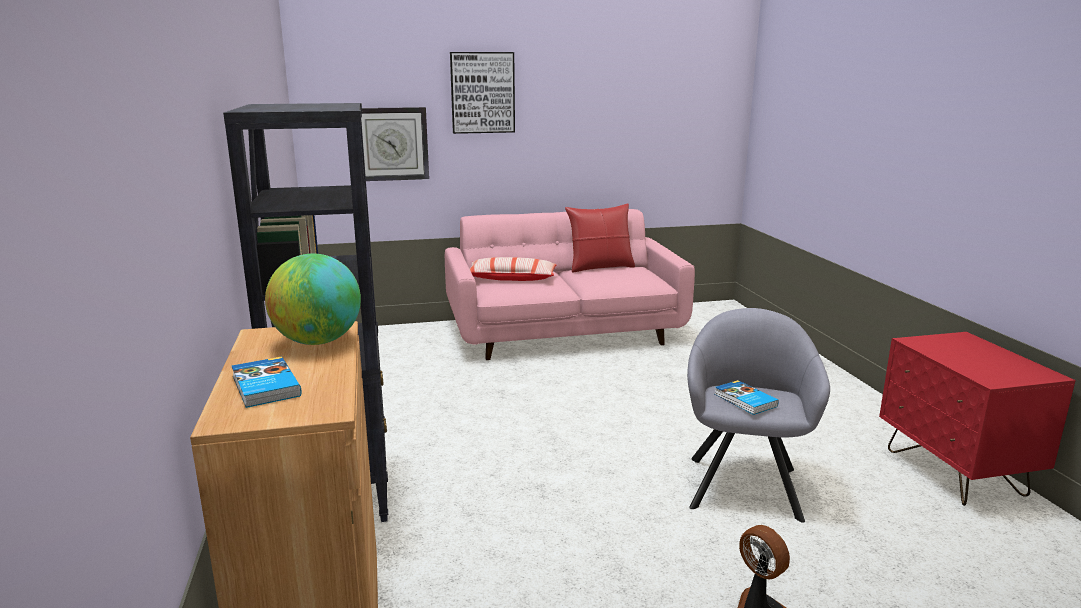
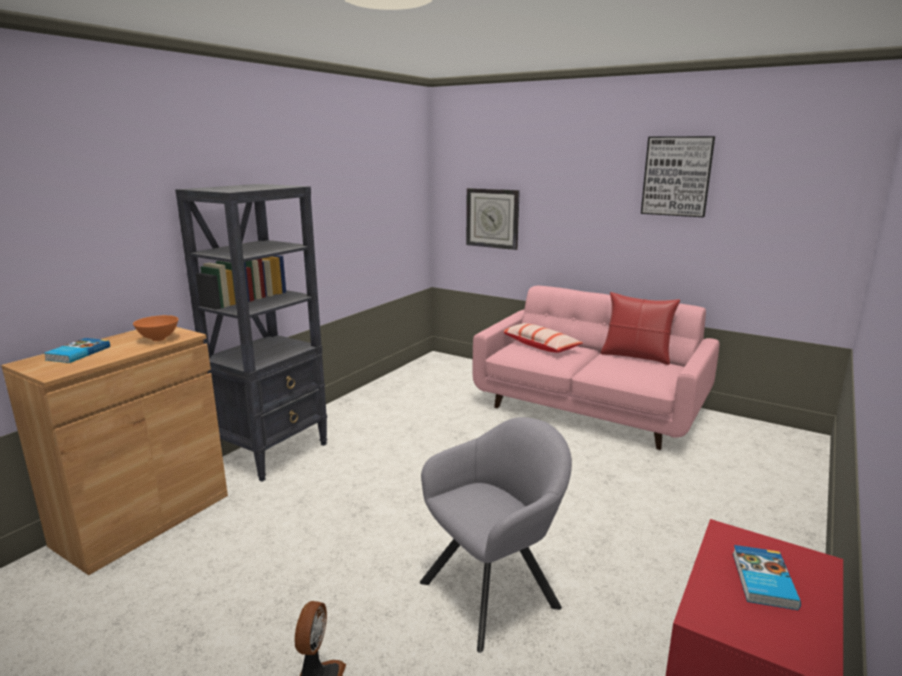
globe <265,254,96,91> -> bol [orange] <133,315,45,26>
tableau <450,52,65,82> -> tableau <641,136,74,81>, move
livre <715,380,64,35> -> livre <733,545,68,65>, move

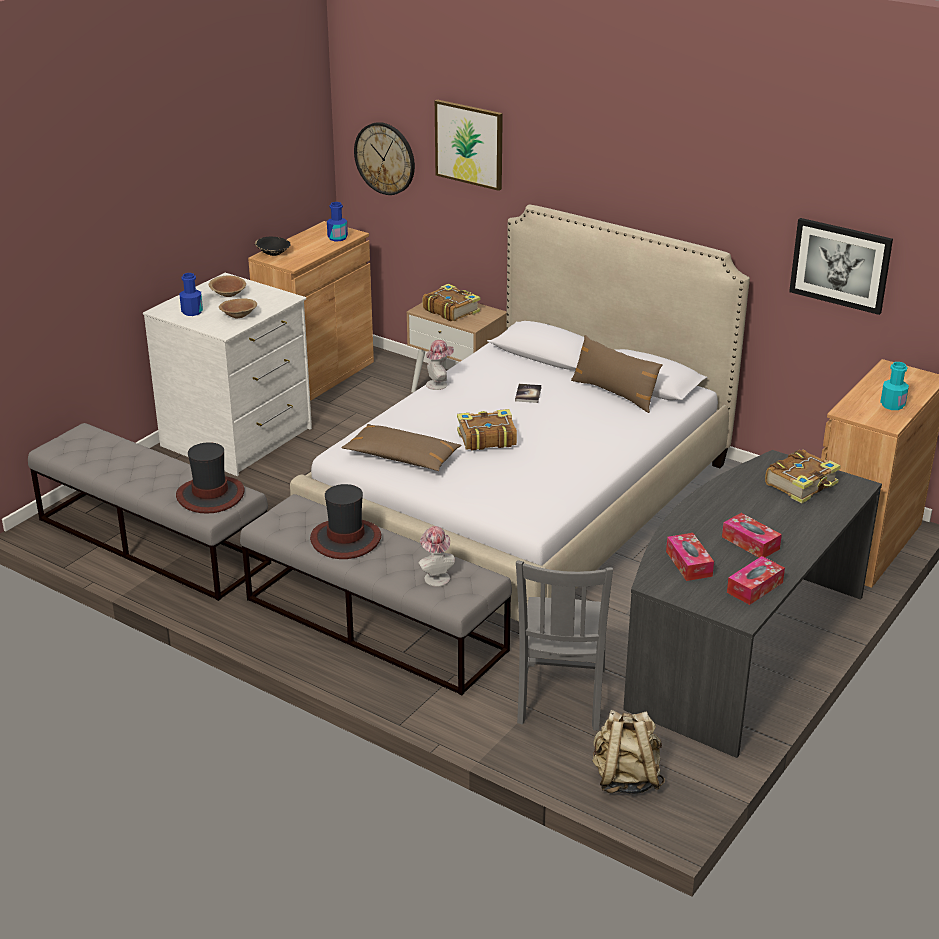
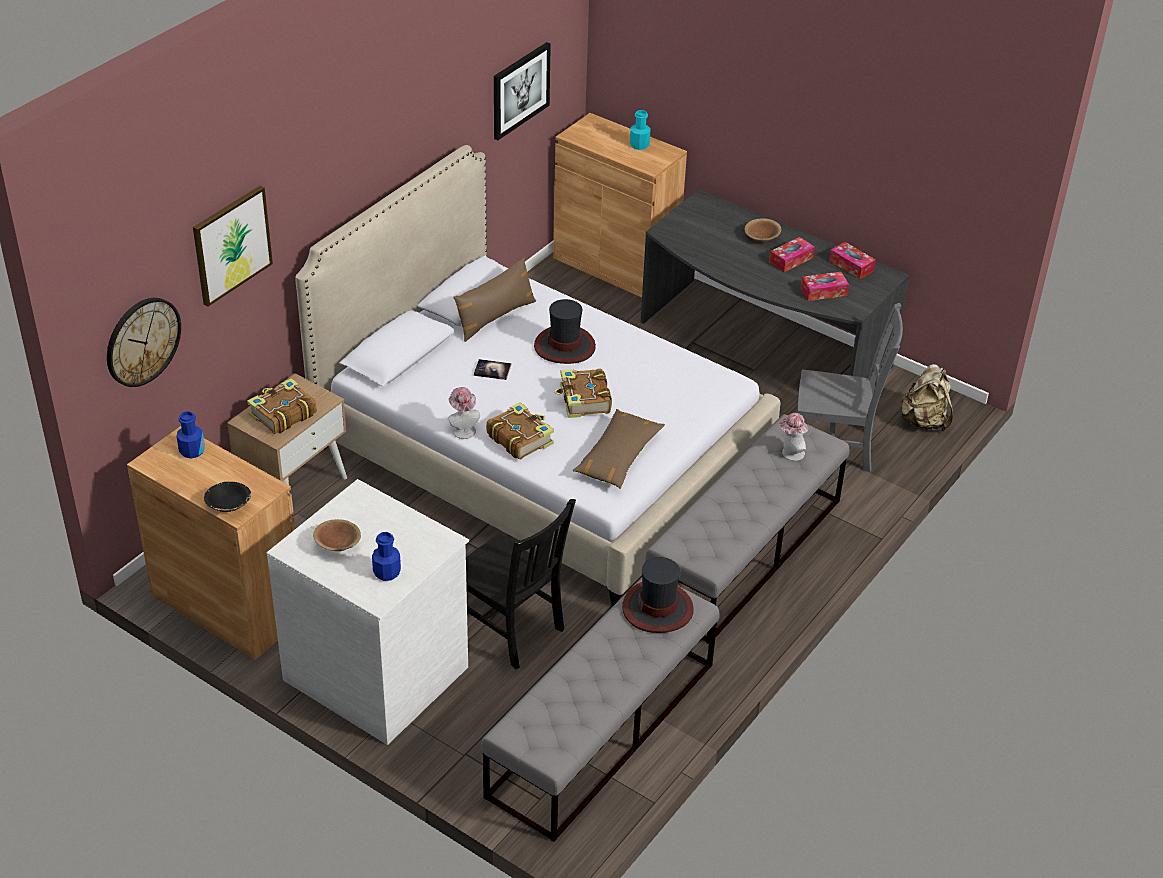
bol [marron] <219,298,38,20> -> bol [marron] <745,218,36,24>, move
chapeau <310,484,71,75> -> chapeau <534,299,62,65>, move
livre <765,450,76,53> -> livre <486,402,68,58>, move
none -> chaise [noir] <466,499,110,171>

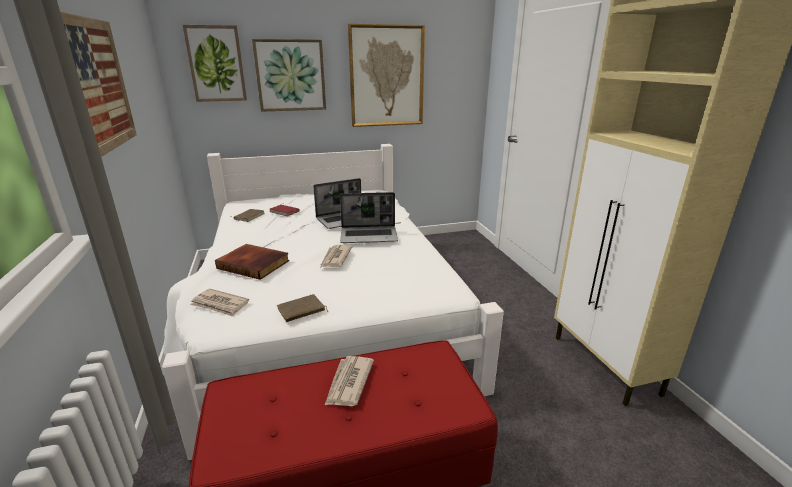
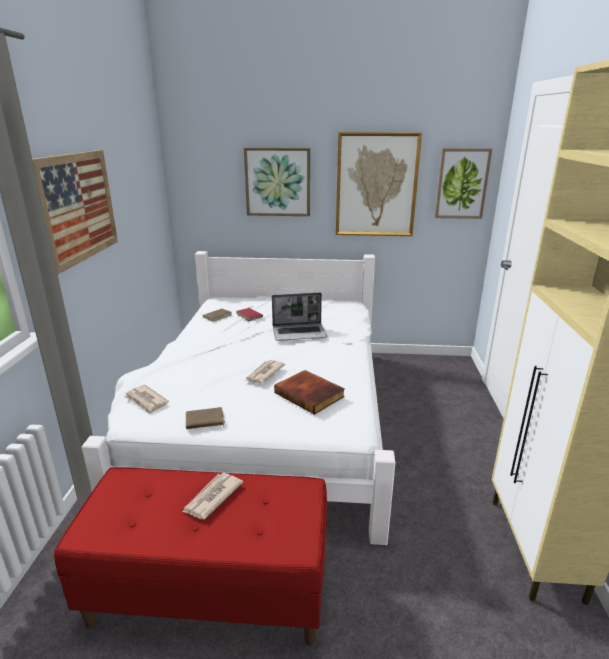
tableau <183,25,64,77> -> tableau <435,148,57,71>, move
livre <215,244,74,36> -> livre <274,370,71,45>, move
ordinateur portable <340,192,58,51> -> none

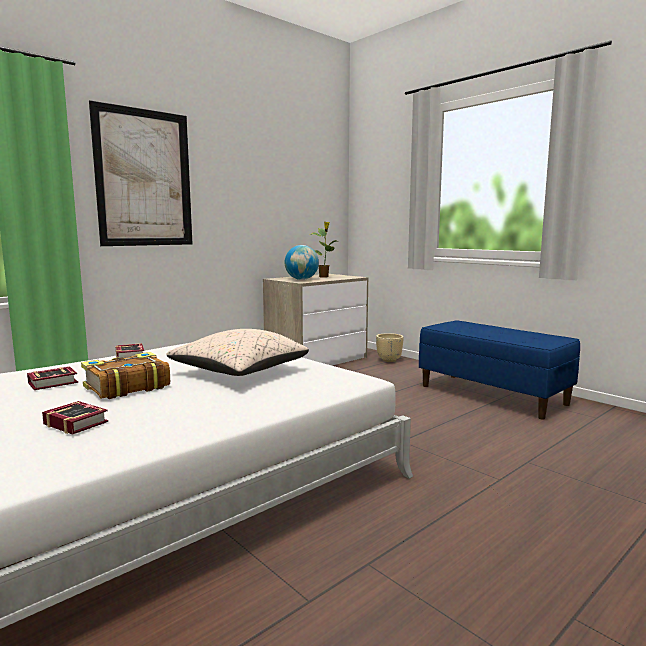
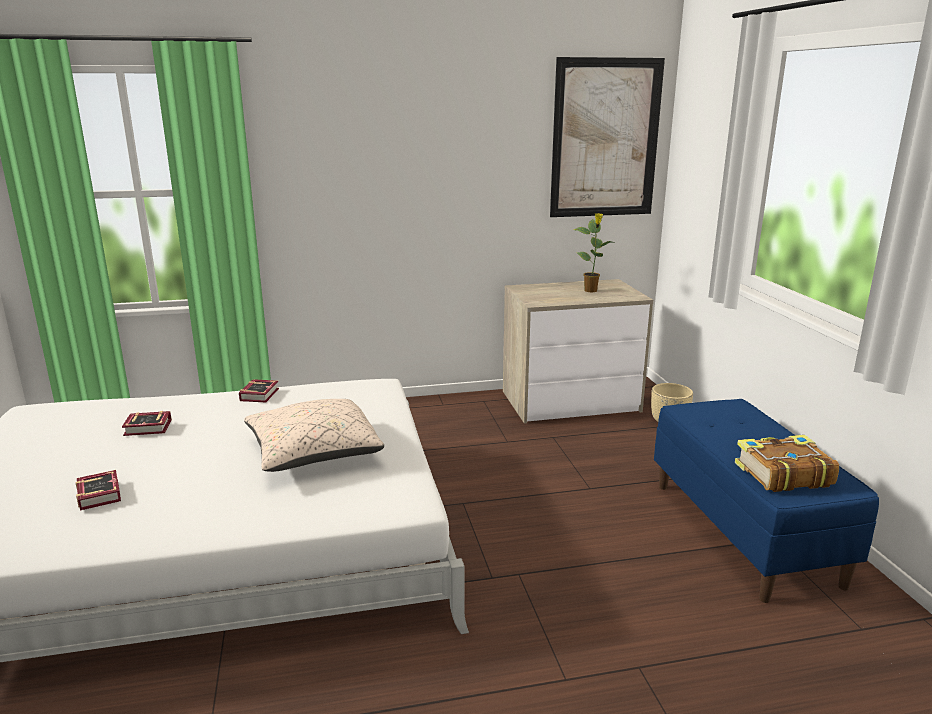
livre <81,352,89,47> -> livre <735,435,104,57>, move
tableau <89,100,104,146> -> tableau <550,57,115,160>, move
globe <284,245,35,35> -> none

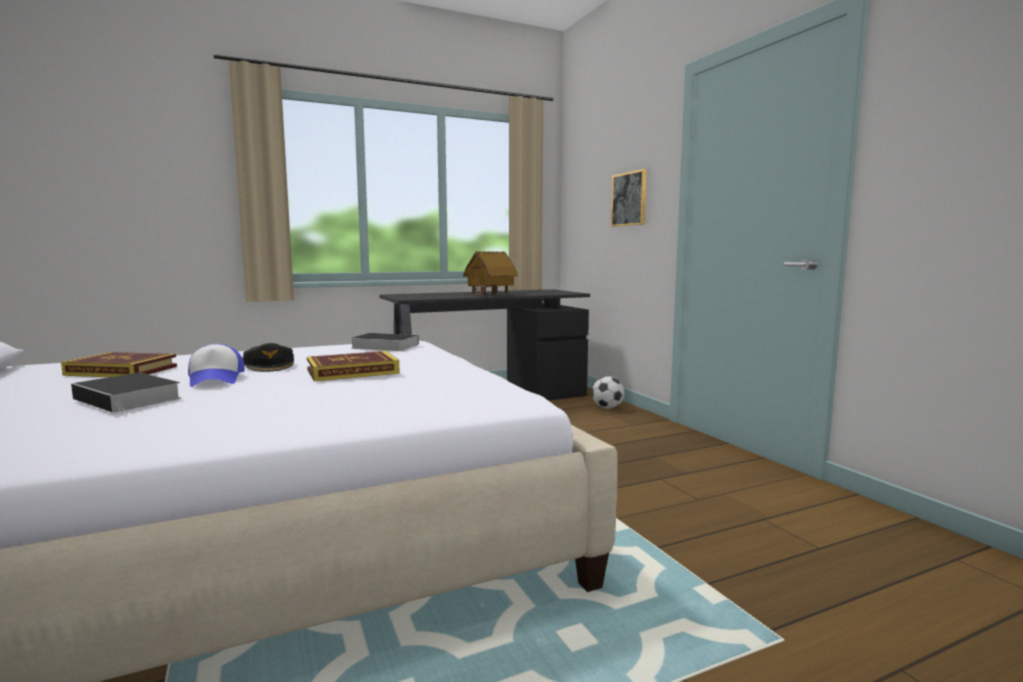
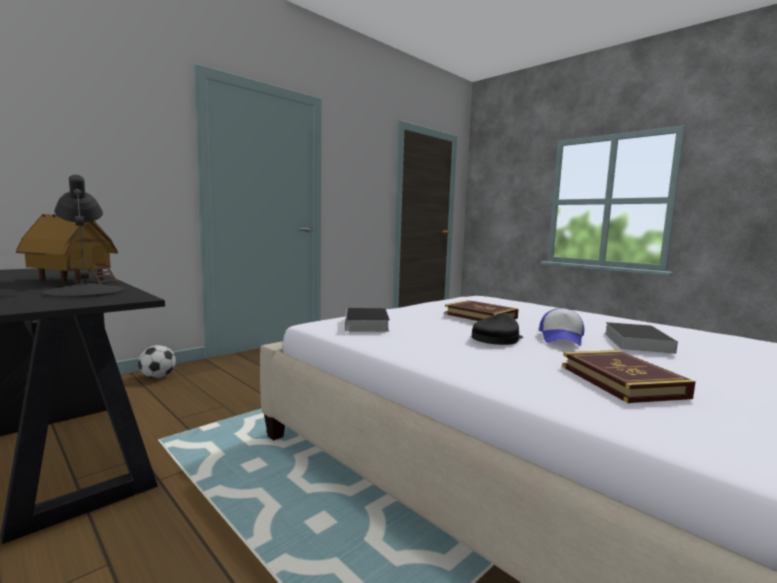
casquette <188,344,56,43> -> casquette <539,308,45,38>, 150 degrees clockwise
tableau <611,169,36,58> -> none
none -> lampe de table [noir] <43,175,82,123>

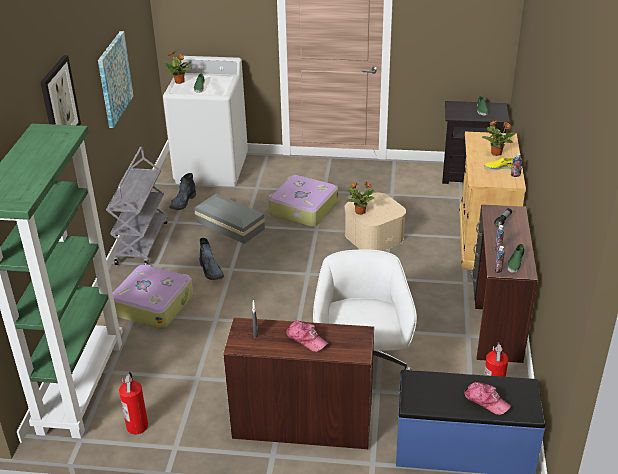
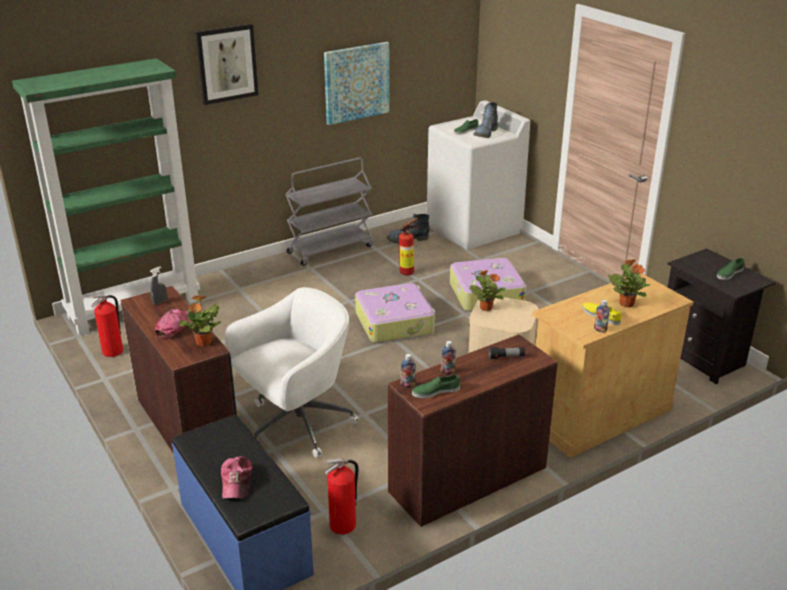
valise <113,264,80,65> -> valise <355,283,80,60>, move
plante en pot <164,51,28,33> -> plante en pot <179,295,42,51>, move
boîte de rangement [gris] <195,194,70,50> -> extincteur <399,218,21,58>
botte <199,238,25,42> -> botte <473,102,25,36>, move
casquette <286,321,43,31> -> casquette <155,309,38,30>, 150 degrees counterclockwise

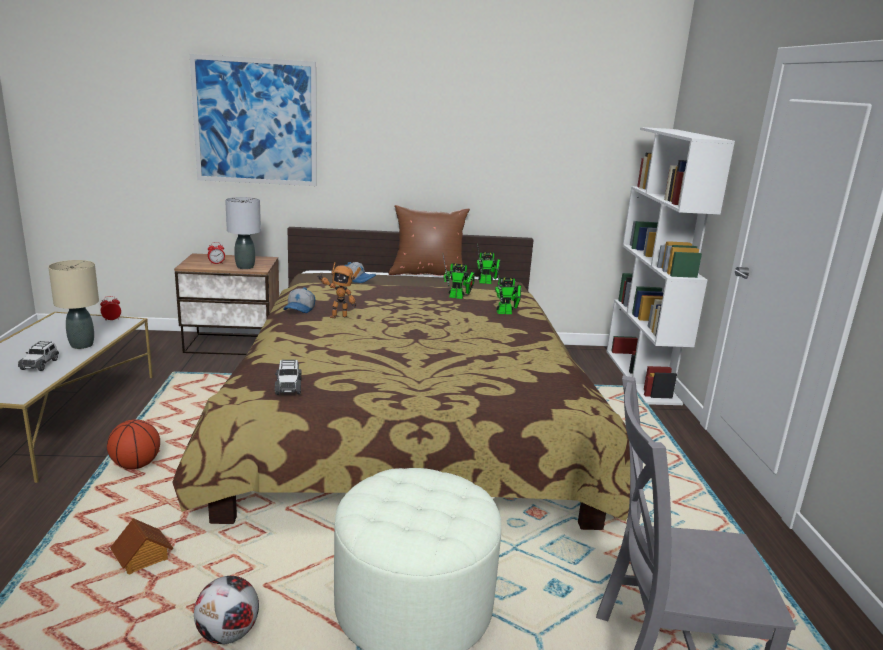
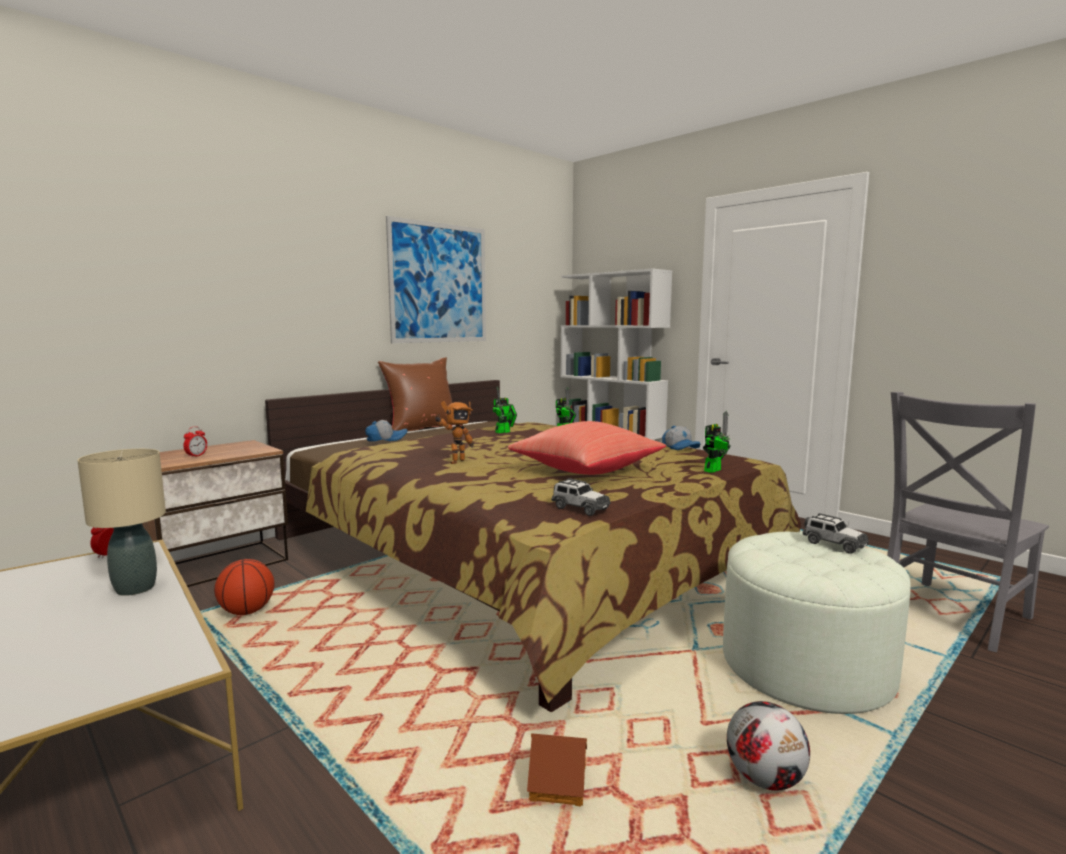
petite voiture <18,341,41,30> -> petite voiture <803,513,66,41>, move
ballon de basket <107,419,53,50> -> ballon de basket <214,559,60,56>, move
tableau <190,54,127,132> -> tableau <386,216,100,127>, move
lampe de table [gris] <225,197,36,72> -> none
casquette <283,287,32,26> -> casquette <662,426,39,24>, move
robot jouet <477,243,23,41> -> robot jouet <703,411,28,62>, move
none -> coussin [rouge] <508,421,158,54>

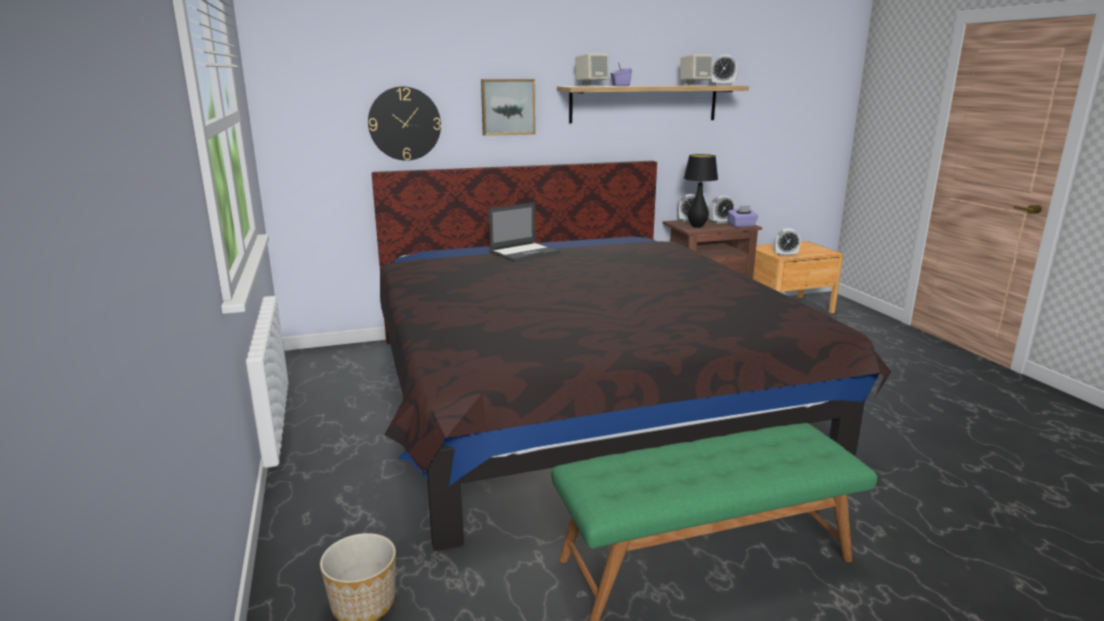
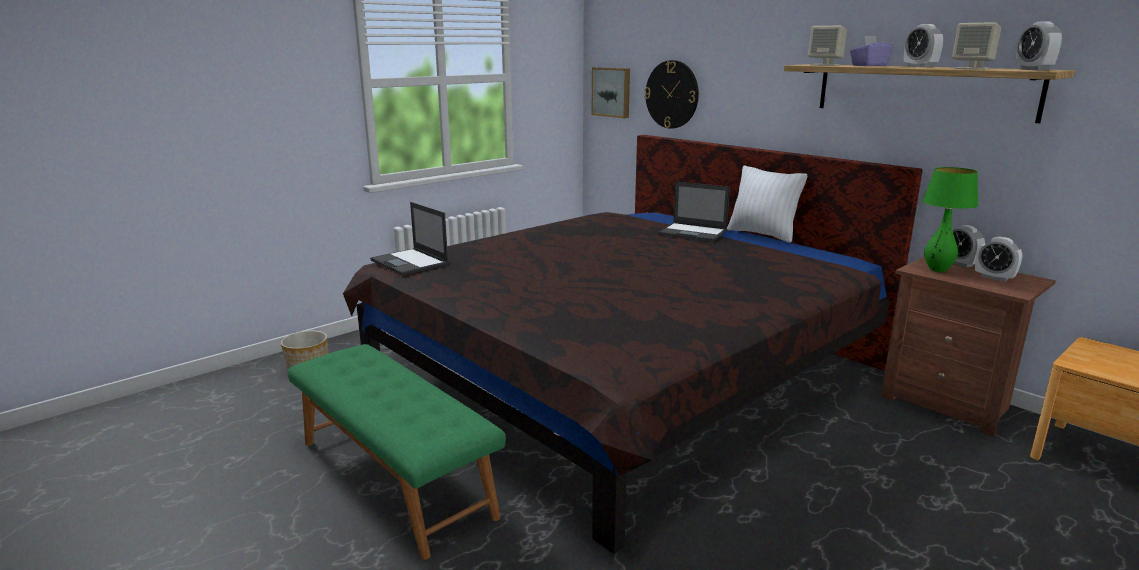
tableau <481,79,55,57> -> tableau <591,67,39,51>, move
lampe de table [noir] <684,154,34,74> -> lampe de table [vert] <923,167,55,105>
boîte à mouchoirs [violet] <728,206,31,21> -> none
réveil <774,228,27,28> -> réveil <904,24,39,43>, move
none -> ordinateur portable <370,202,79,74>
none -> coussin [blanc] <727,166,80,77>

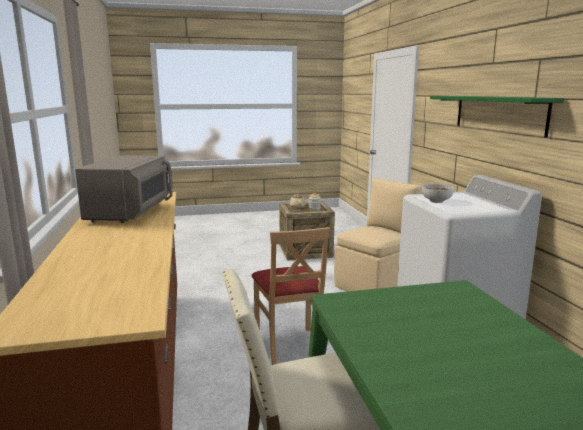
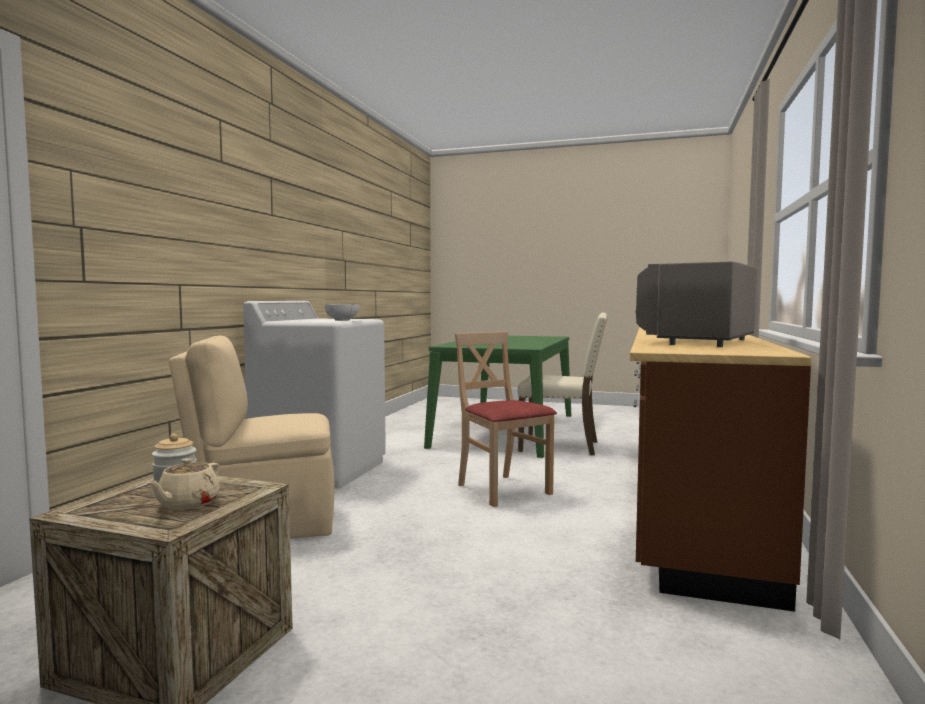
chaise [beige] <252,227,78,138> -> chaise [beige] <455,332,102,175>, 45 degrees counterclockwise
étagère [vert] <430,96,134,42> -> none

